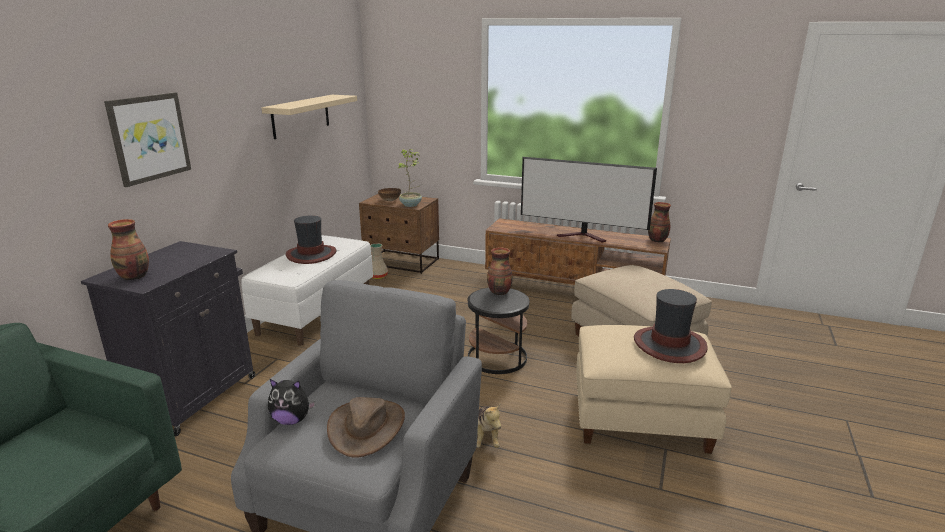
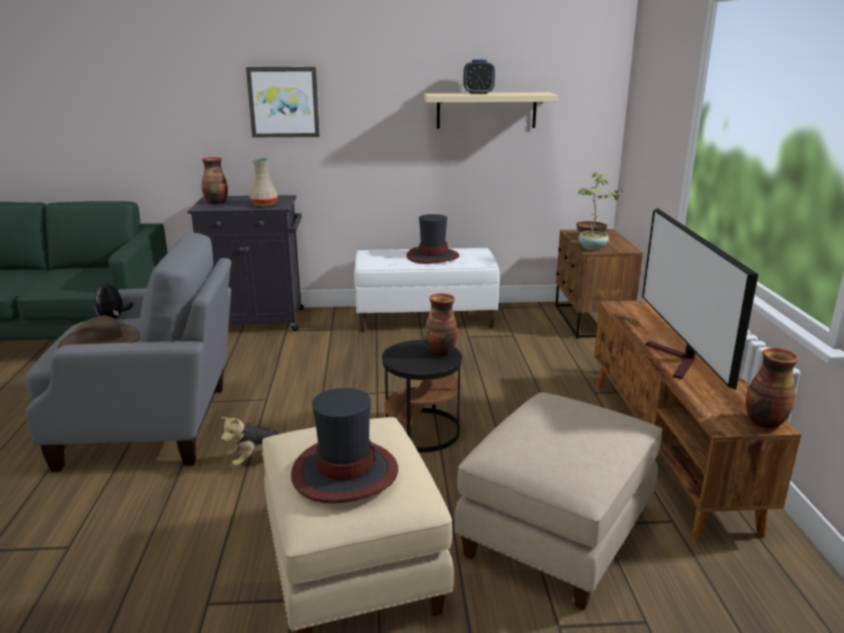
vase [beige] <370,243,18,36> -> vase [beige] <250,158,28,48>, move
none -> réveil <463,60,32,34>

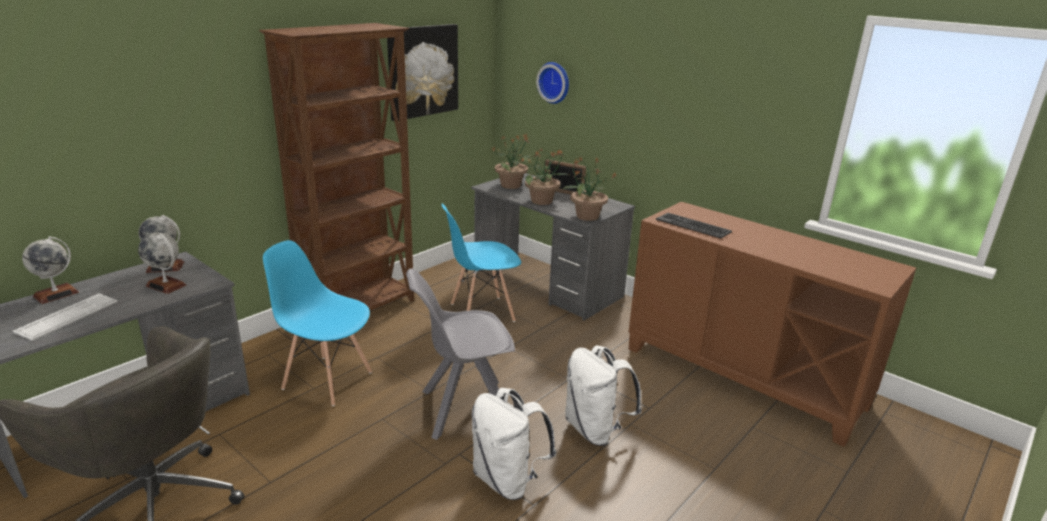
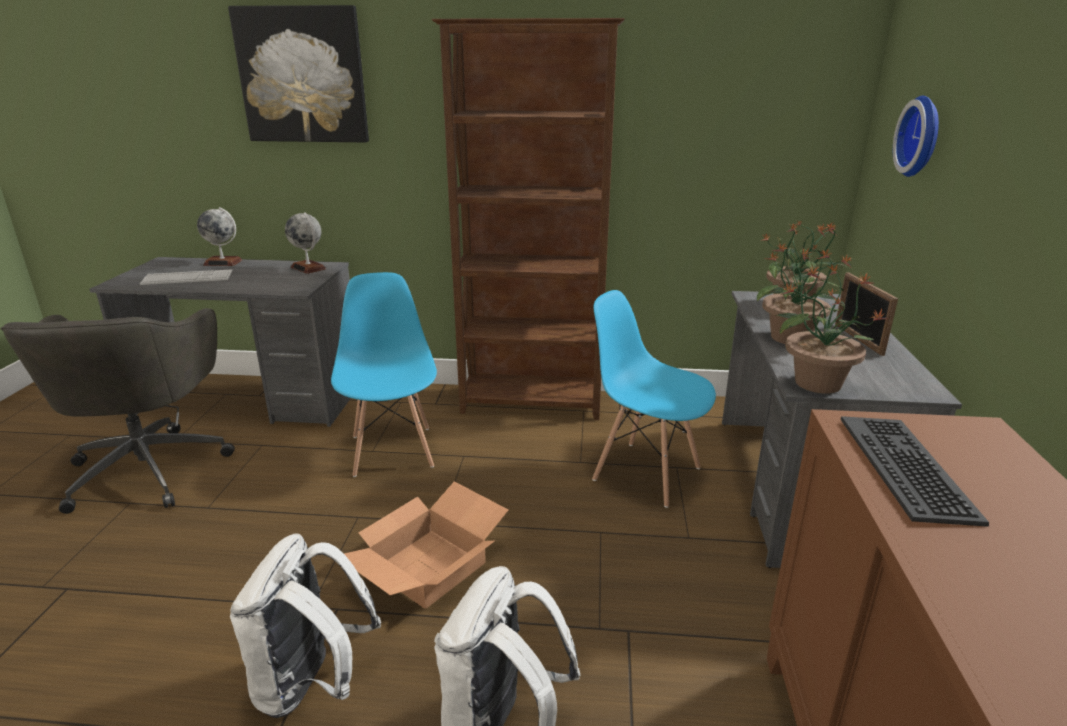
globe <138,232,49,62> -> none
tableau <387,24,71,97> -> tableau <228,5,141,138>, move
chaise [gris] <406,269,109,171> -> carton <344,481,164,128>

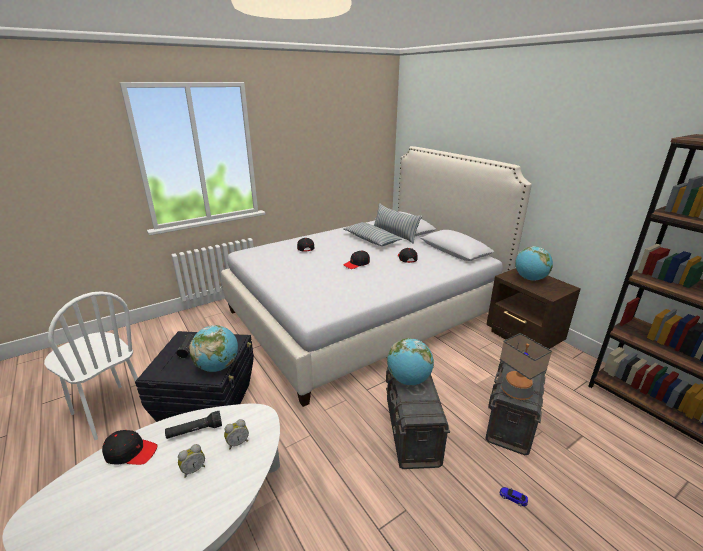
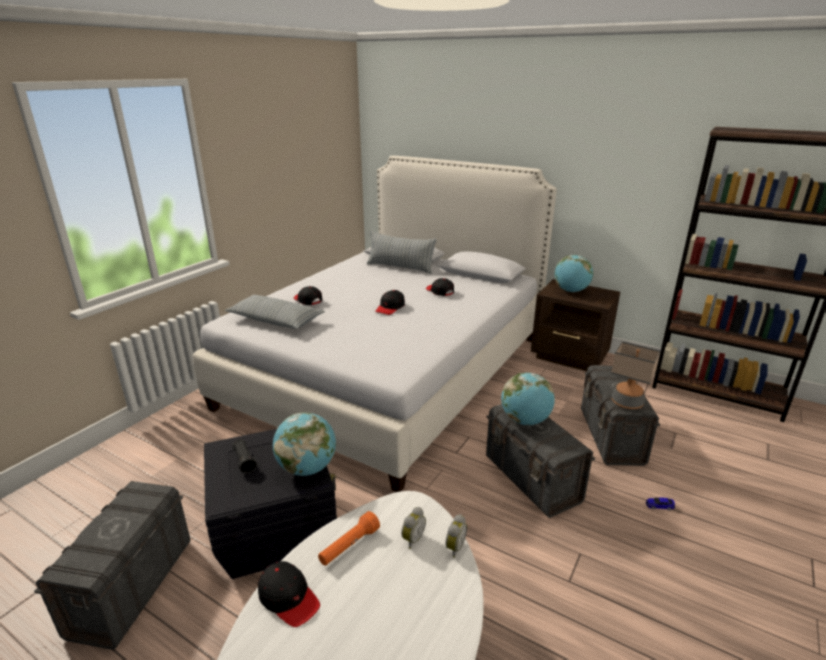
chaise [blanc] <44,291,94,149> -> boîte de rangement [gris] <34,481,157,169>
casquette [noir] <102,430,55,35> -> casquette [noir] <258,561,62,66>, 60 degrees clockwise
lampe de poche [noir] <165,411,57,28> -> lampe de poche [orange] <318,511,62,55>
réveil <178,444,27,34> -> réveil <445,514,22,44>, move
coussin <343,222,60,24> -> coussin <225,295,100,34>, move

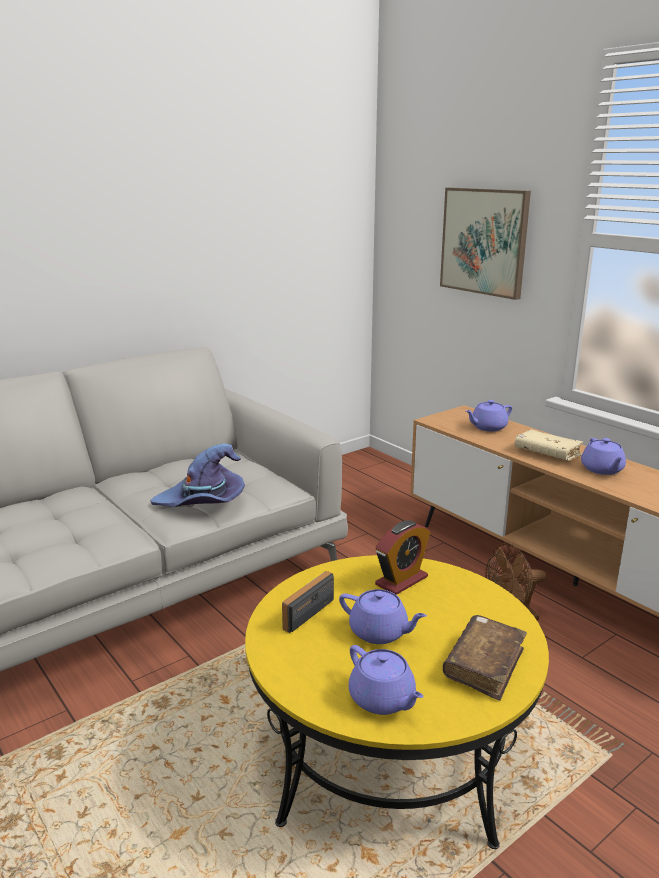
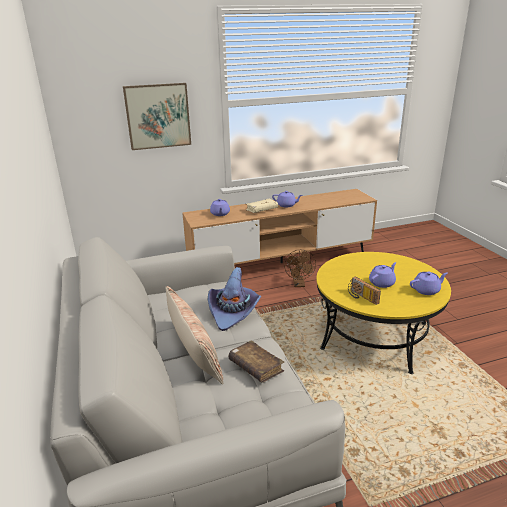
réveil <375,520,55,75> -> none
livre [marron] <443,615,84,86> -> livre [marron] <228,340,56,42>, move
none -> coussin <165,286,58,98>

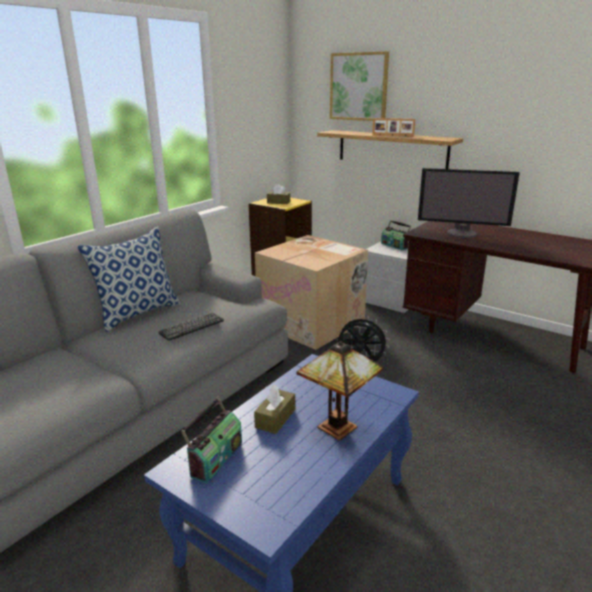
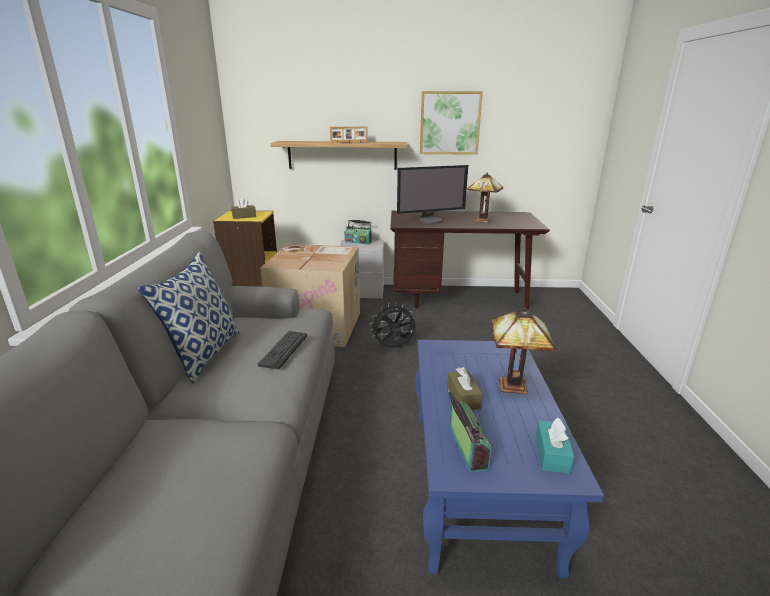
tableau <330,51,59,70> -> tableau <420,91,63,64>, move
none -> lampe de table <467,173,36,50>
none -> boîte à mouchoirs [turquoise] <536,417,38,57>

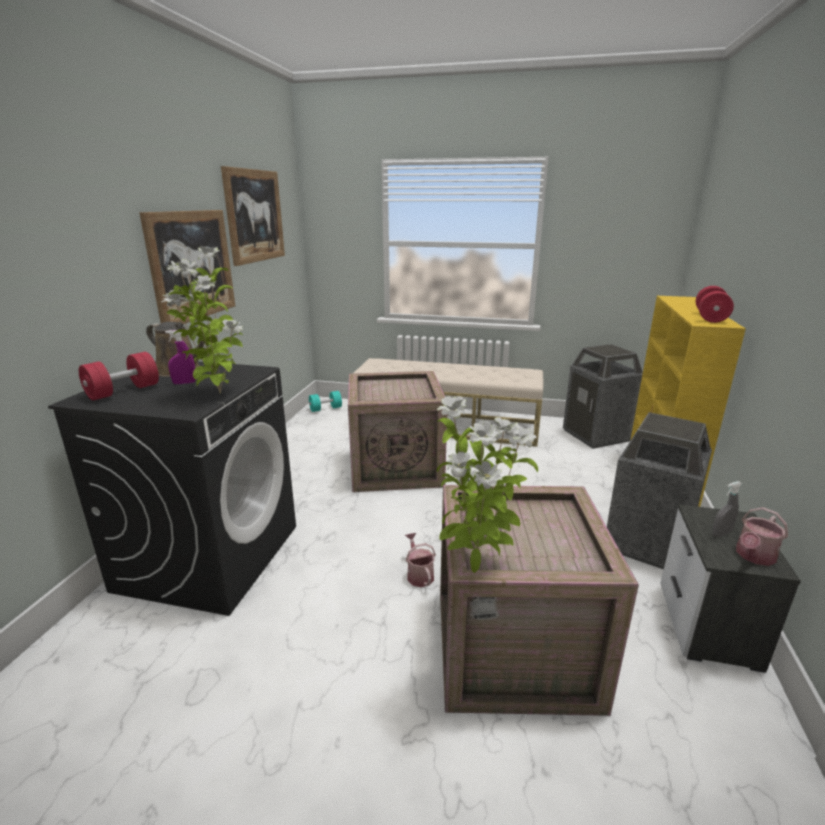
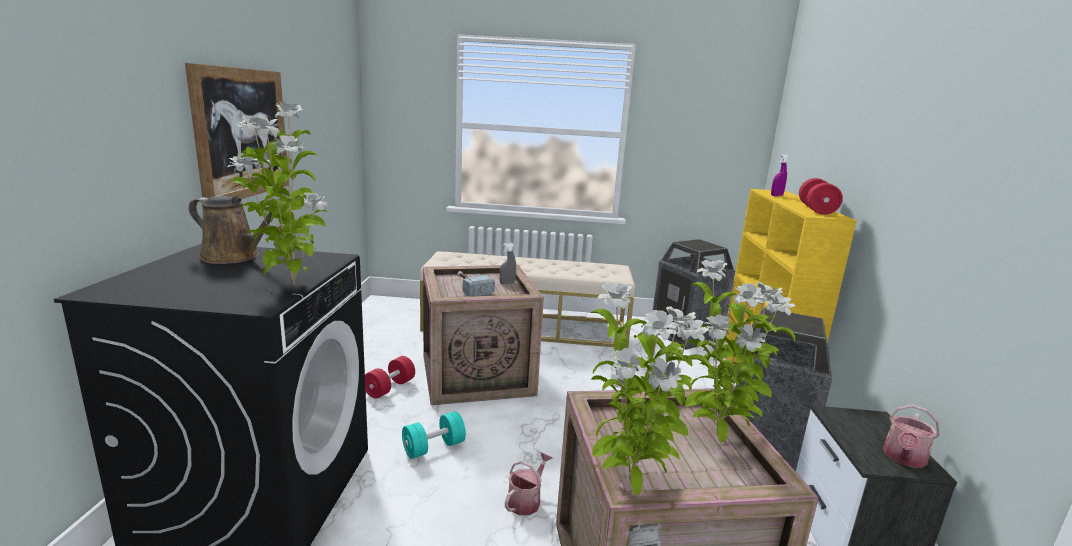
haltère [rouge] <79,352,80,48> -> haltère [rouge] <365,356,50,43>, move
vaporisateur [violet] <165,330,31,54> -> vaporisateur [violet] <771,154,18,42>, move
tableau <221,166,64,100> -> none
haltère [turquoise] <309,391,33,21> -> haltère [turquoise] <402,411,64,48>, move
arrosoir <405,533,31,54> -> arrosoir <505,452,47,63>, 60 degrees clockwise
vaporisateur [gris] <712,481,30,56> -> vaporisateur [gris] <499,243,17,41>, move
none -> marteau <457,271,38,25>
none -> plante en pot <685,260,111,183>

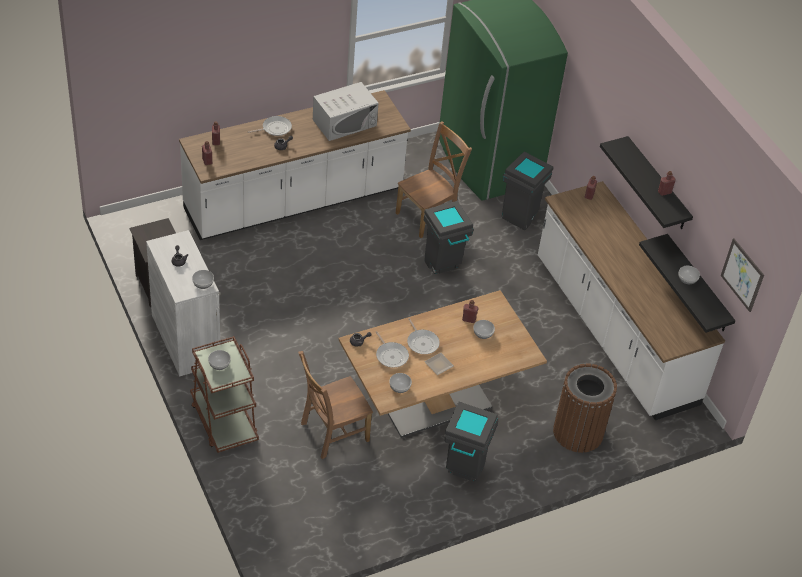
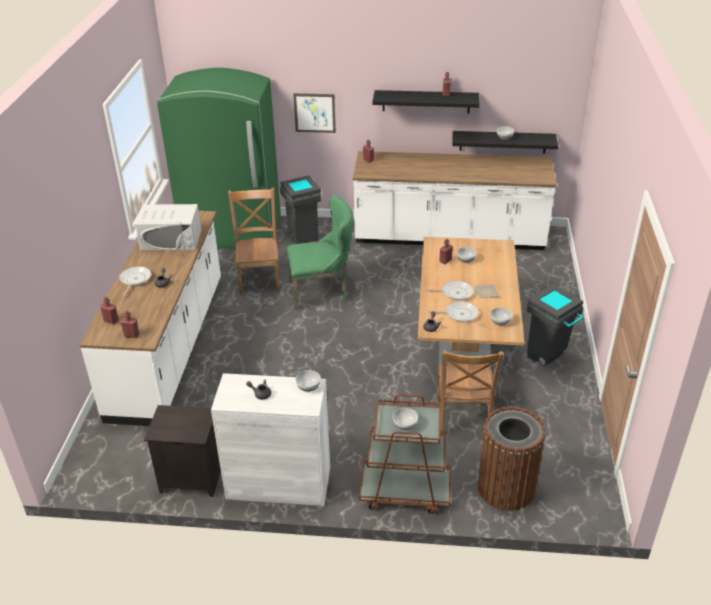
micro-ondes [blanc] <313,82,65,59> -> micro-ondes [blanc] <135,204,66,47>, 90 degrees clockwise
poubelle [gris] <424,201,50,73> -> chaise [vert] <287,195,67,115>
poubelle [marron] <553,364,64,89> -> poubelle [marron] <478,406,67,105>, move
tableau <721,238,43,74> -> tableau <293,93,43,40>, move

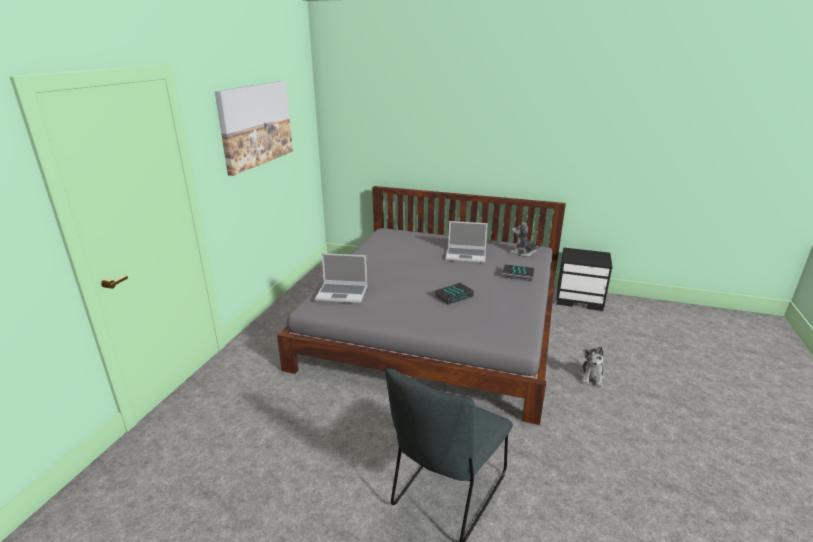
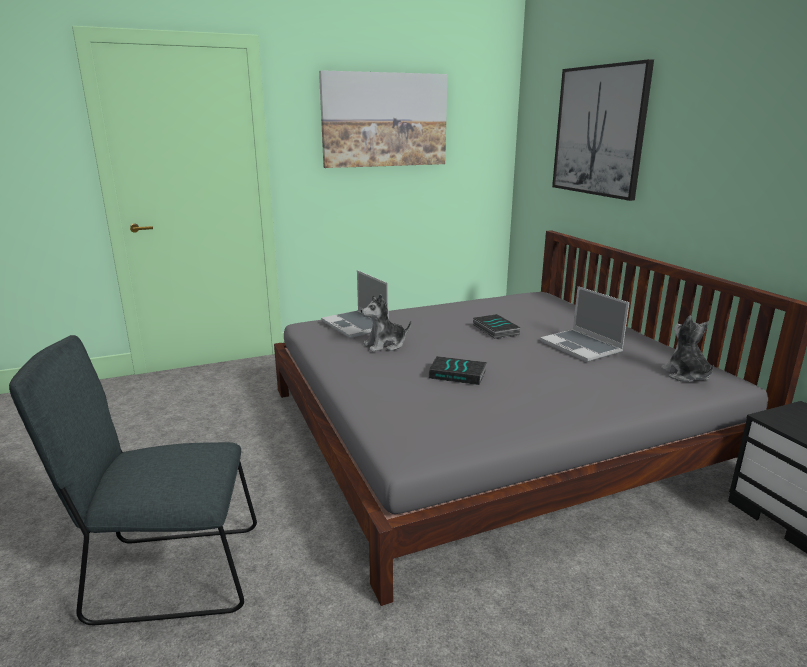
livre <502,264,32,18> -> livre <473,314,47,25>, move
peluche <578,346,27,41> -> peluche <361,294,50,58>, move
none -> tableau <552,59,102,142>

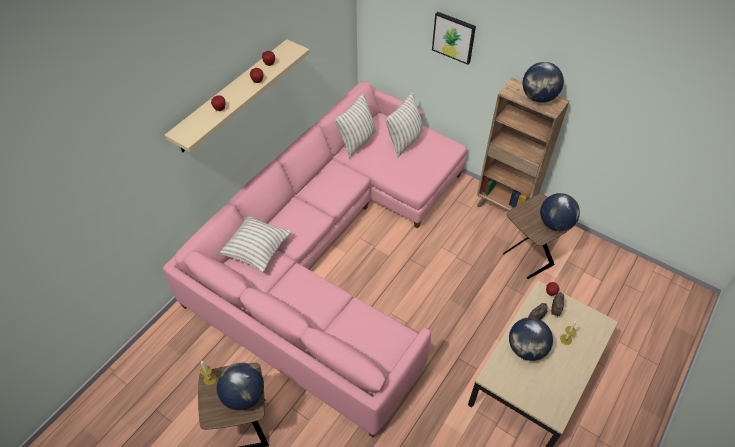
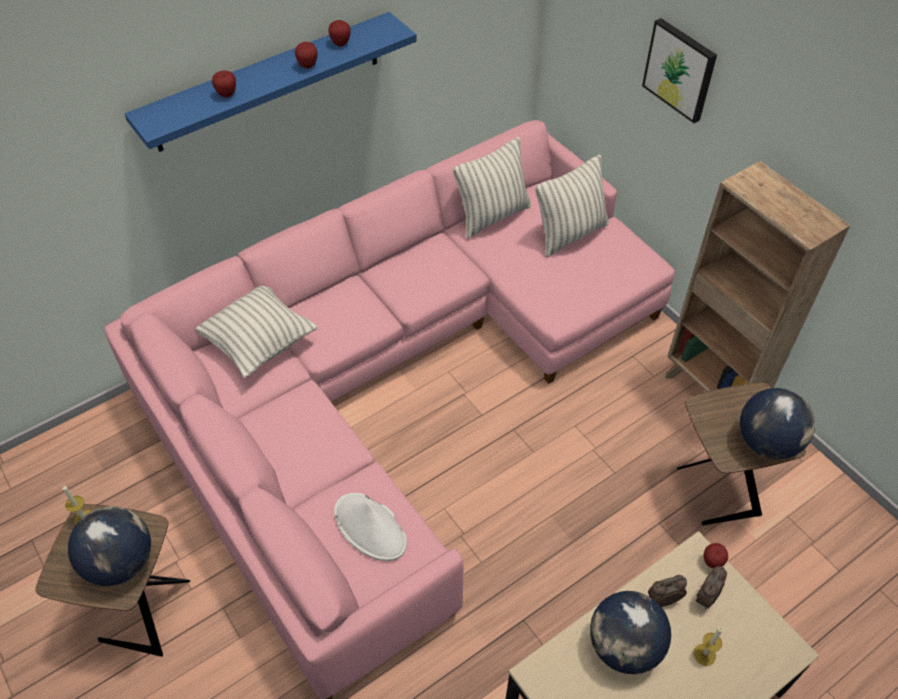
étagère [beige] <165,39,145,113> -> étagère [bleu] <125,12,292,140>
globe <522,62,42,41> -> none
none -> chapeau [blanc] <334,493,73,68>

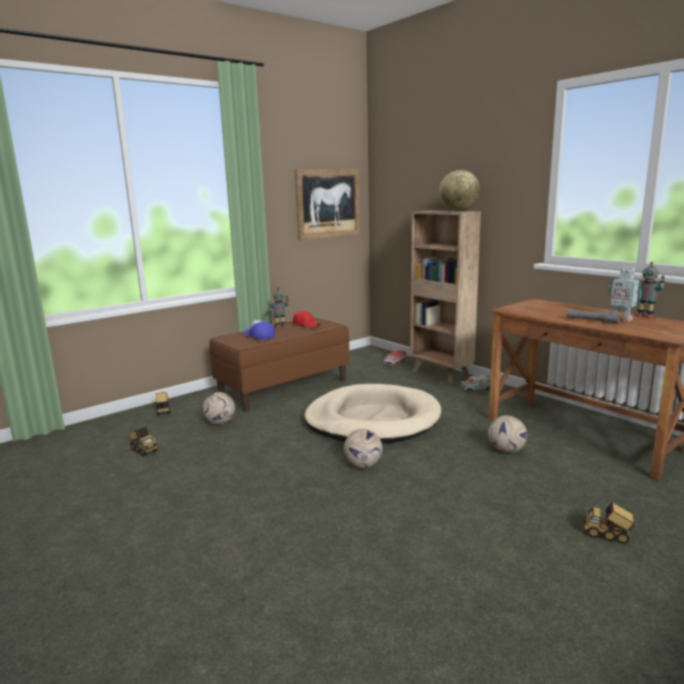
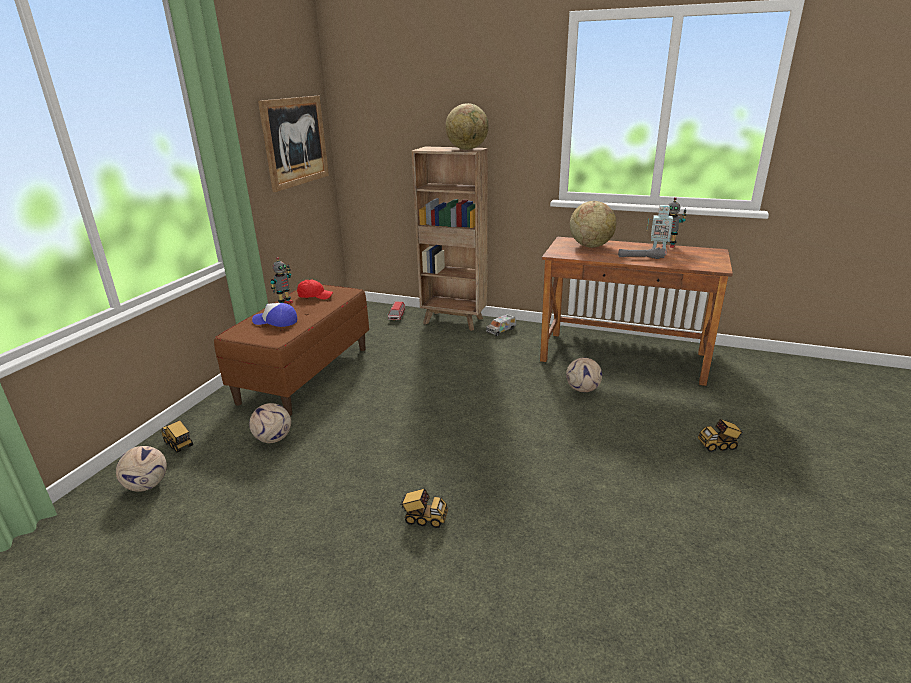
camion jouet <129,427,29,29> -> camion jouet <400,488,48,40>, move
panier pour chien [beige] <304,384,137,59> -> none
ballon de foot <344,429,38,39> -> ballon de foot <116,446,51,46>, move
none -> globe <570,201,46,46>

